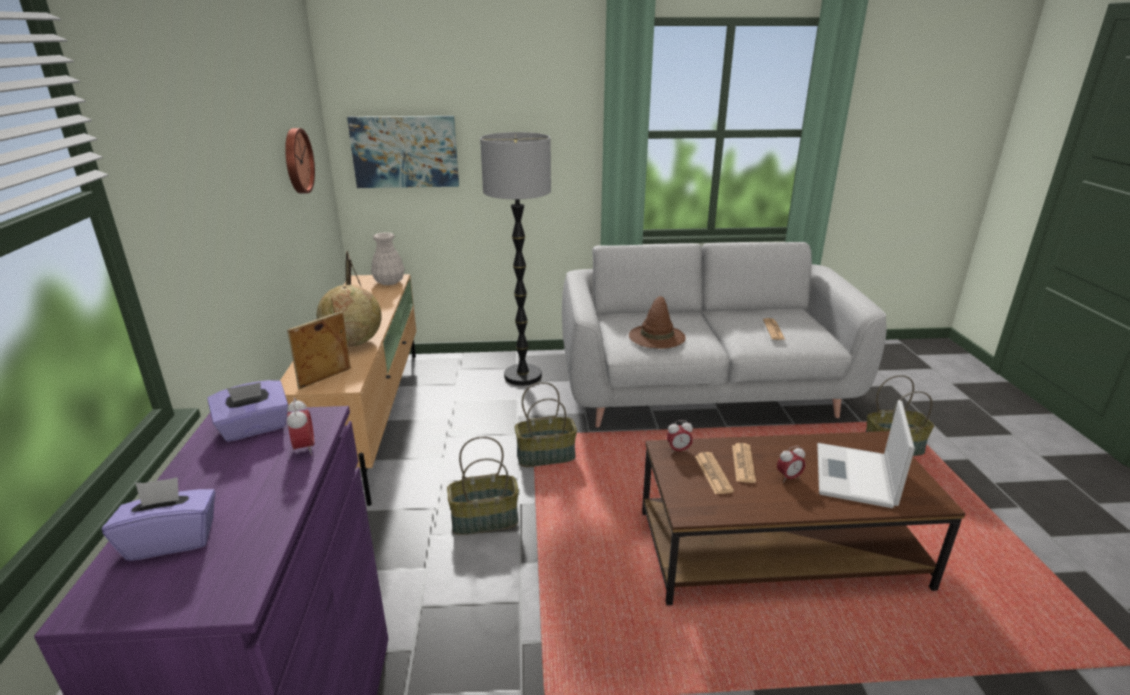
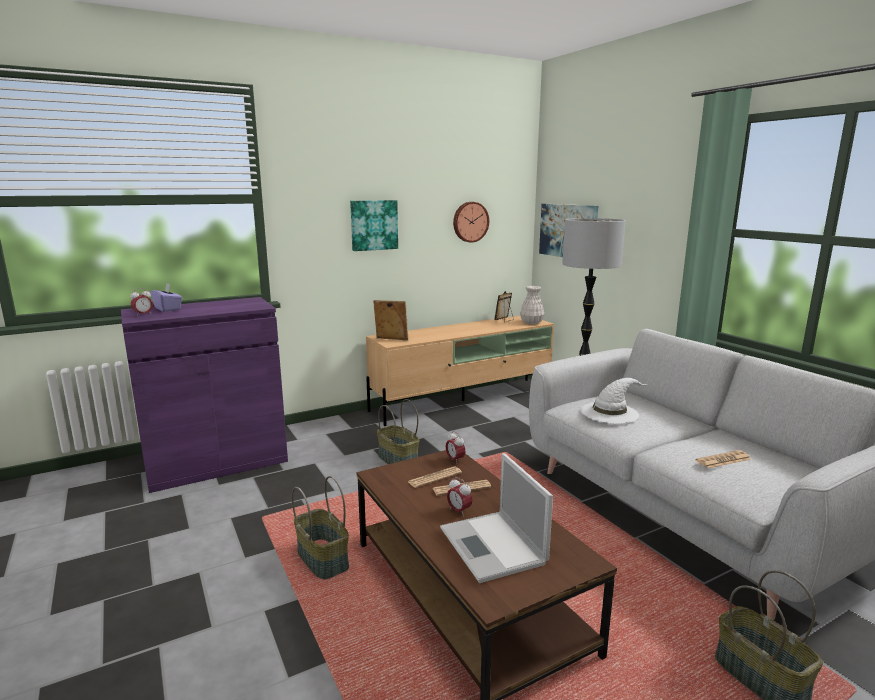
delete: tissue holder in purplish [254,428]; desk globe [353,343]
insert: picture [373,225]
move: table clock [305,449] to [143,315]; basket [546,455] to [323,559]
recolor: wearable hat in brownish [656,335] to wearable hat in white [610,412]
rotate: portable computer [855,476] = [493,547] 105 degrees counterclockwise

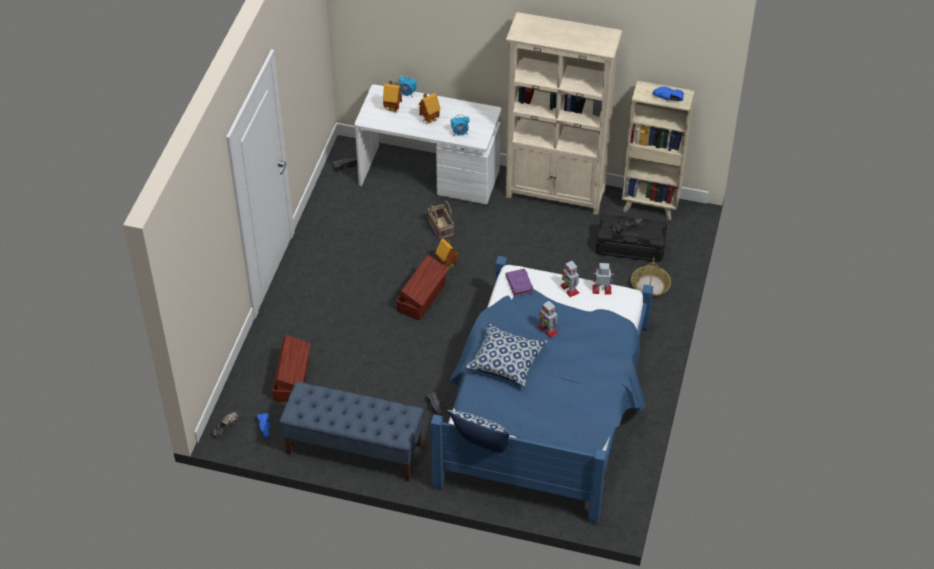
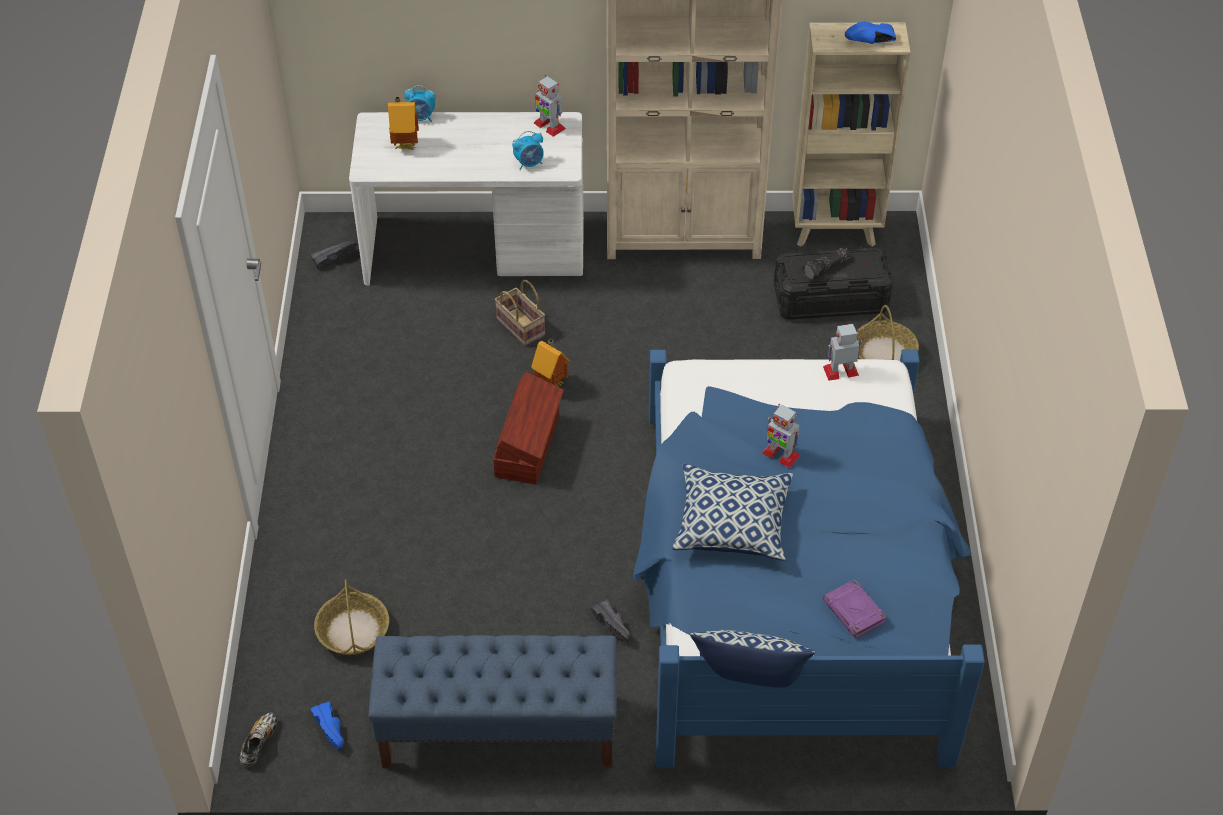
delete: toy house [428,120]
move: toy robot [569,289] to [549,126]; bound book in purplish [519,284] to [854,612]
replace: storage box in brownish [292,379] to basket [353,631]

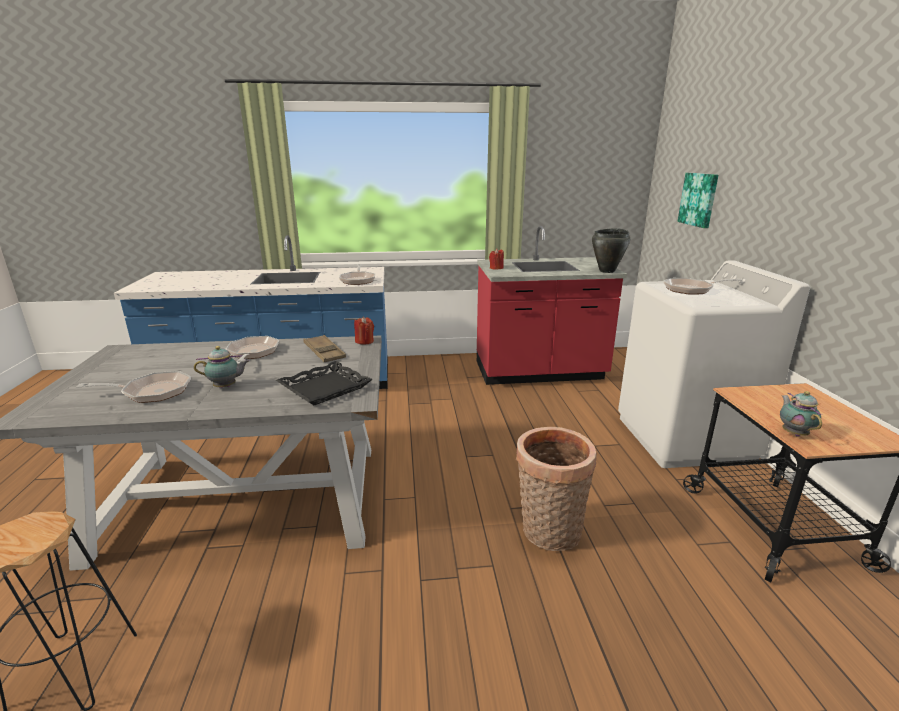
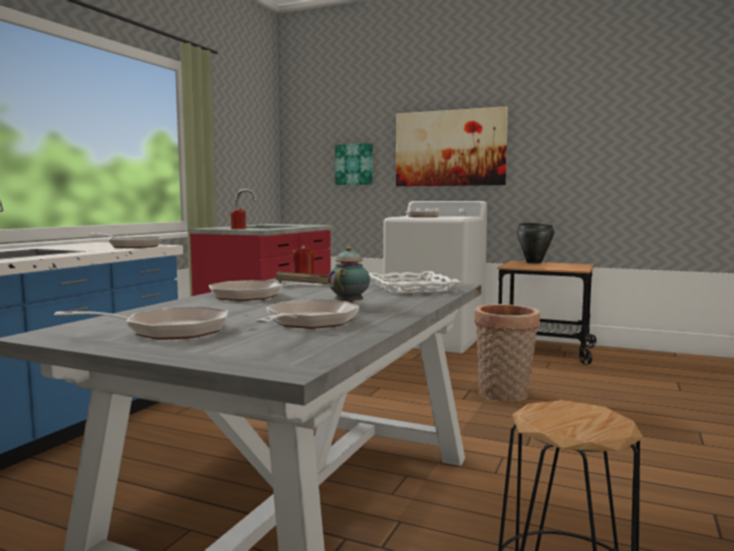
delete: tea pot [793,433]
insert: skillet [168,331]; picture [450,148]
move: stockpot in black [607,271] to [534,262]
recolor: serving tray in black [325,388] to serving tray in white [412,288]

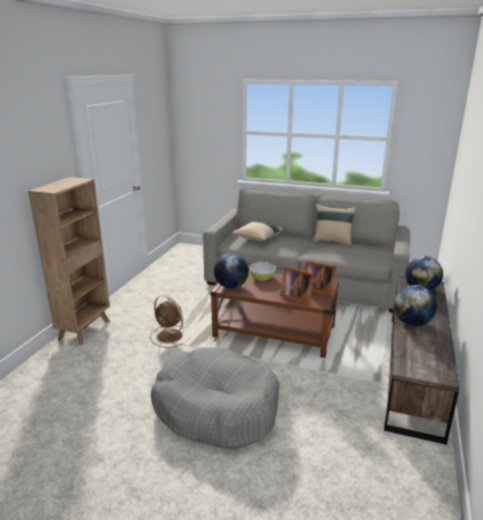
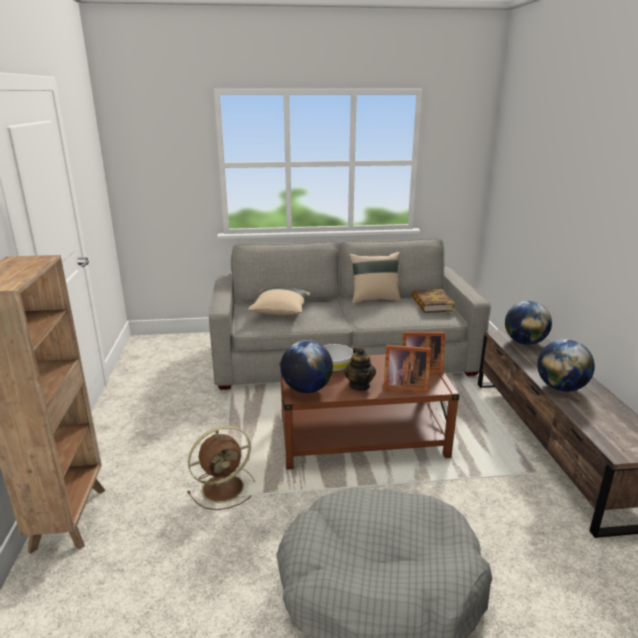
insert: tea pot [360,385]; bound book [432,304]
rotate: cooling fan in brownish [170,336] = [224,487] 45 degrees counterclockwise

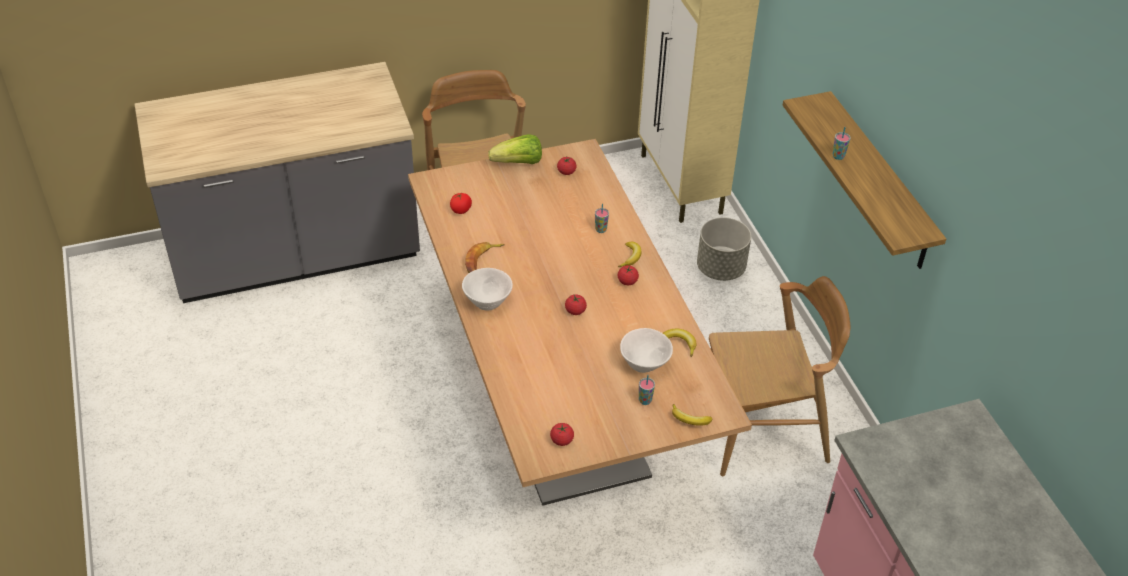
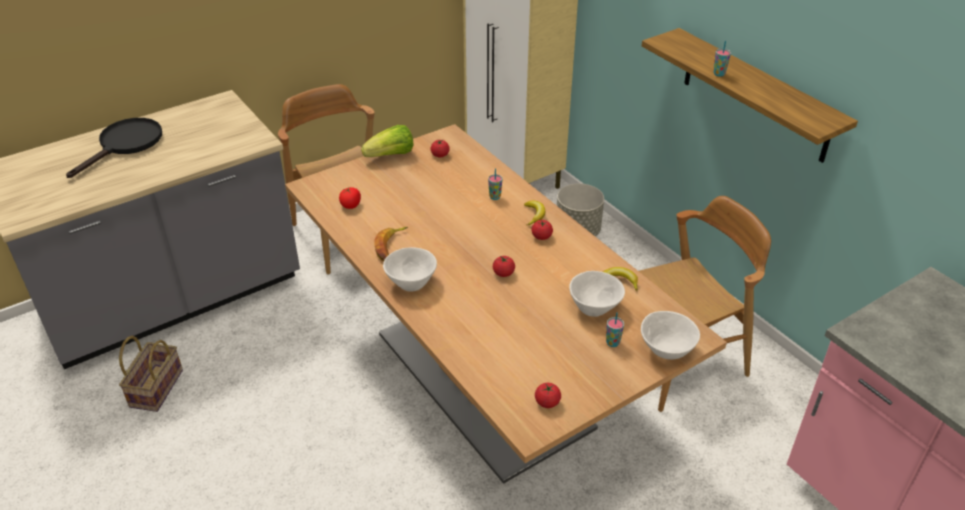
insert: skillet in black [125,145]; basket [156,387]
replace: banana [689,419] to bowl in white [665,351]

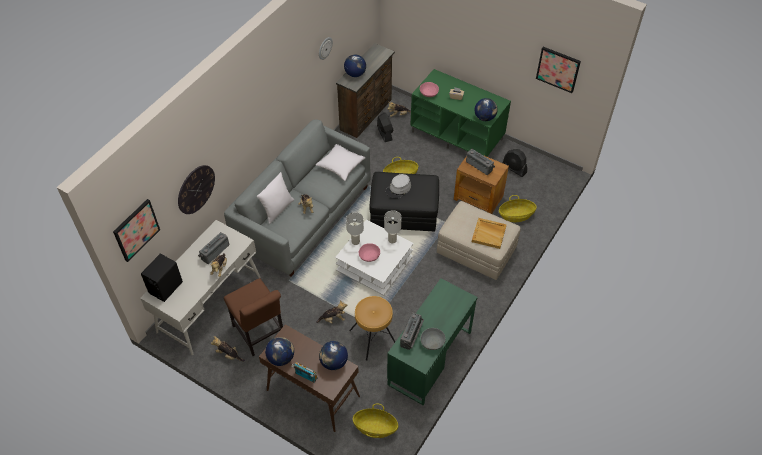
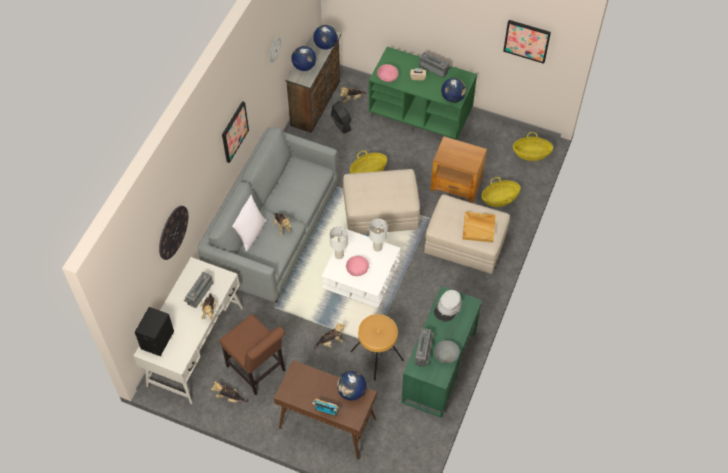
delete: cushion in white [341,165]; cooling fan in black [514,168]
move: picture [136,230] to [234,131]; desk globe [281,358] to [326,45]; radio receiver [480,165] to [434,68]; wearable hat in grey [398,189] to [448,307]; basket [375,427] to [531,154]
recolor: footrest in black [404,212] to footrest in beige [381,212]

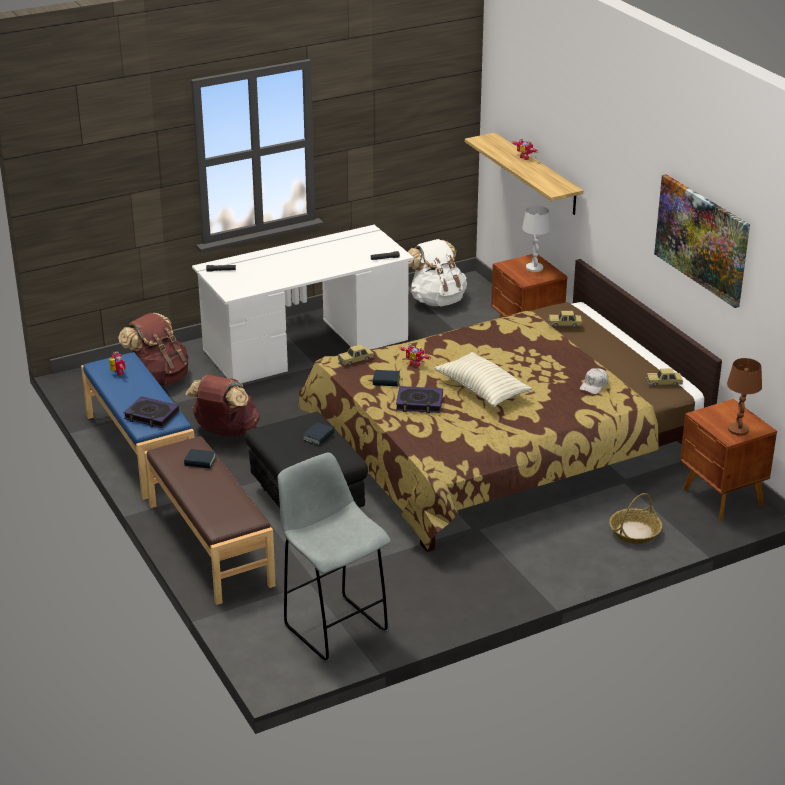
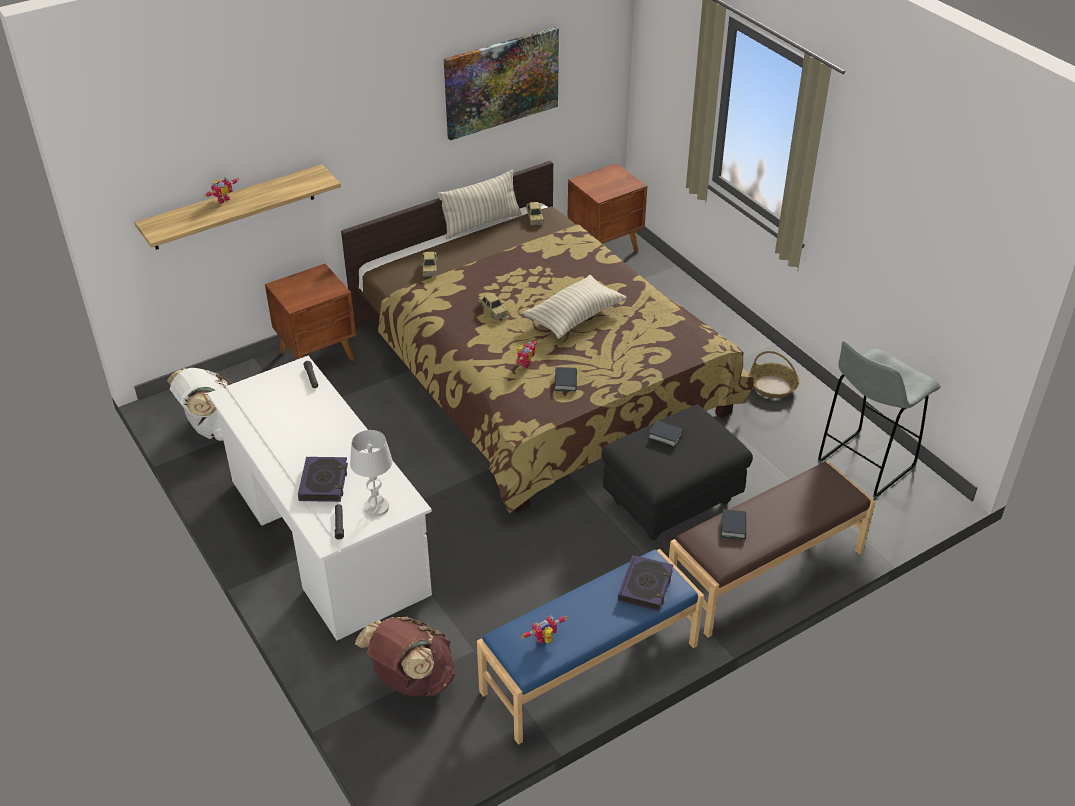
delete: knapsack in brownish [225,432]; peaked cap in white [594,385]; table lamp in brownish [738,429]
insert: cushion [481,224]
move: bound book [419,403] to [324,482]; table lamp in white [534,268] to [376,507]; toy car [356,360] to [493,310]; basket [634,532] to [773,386]

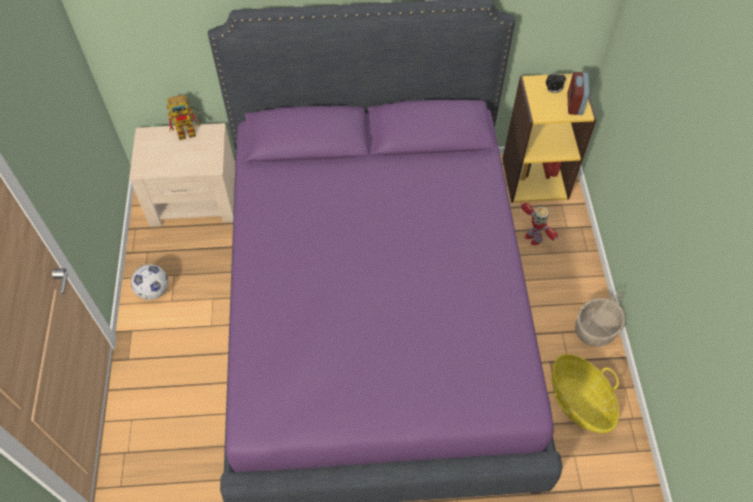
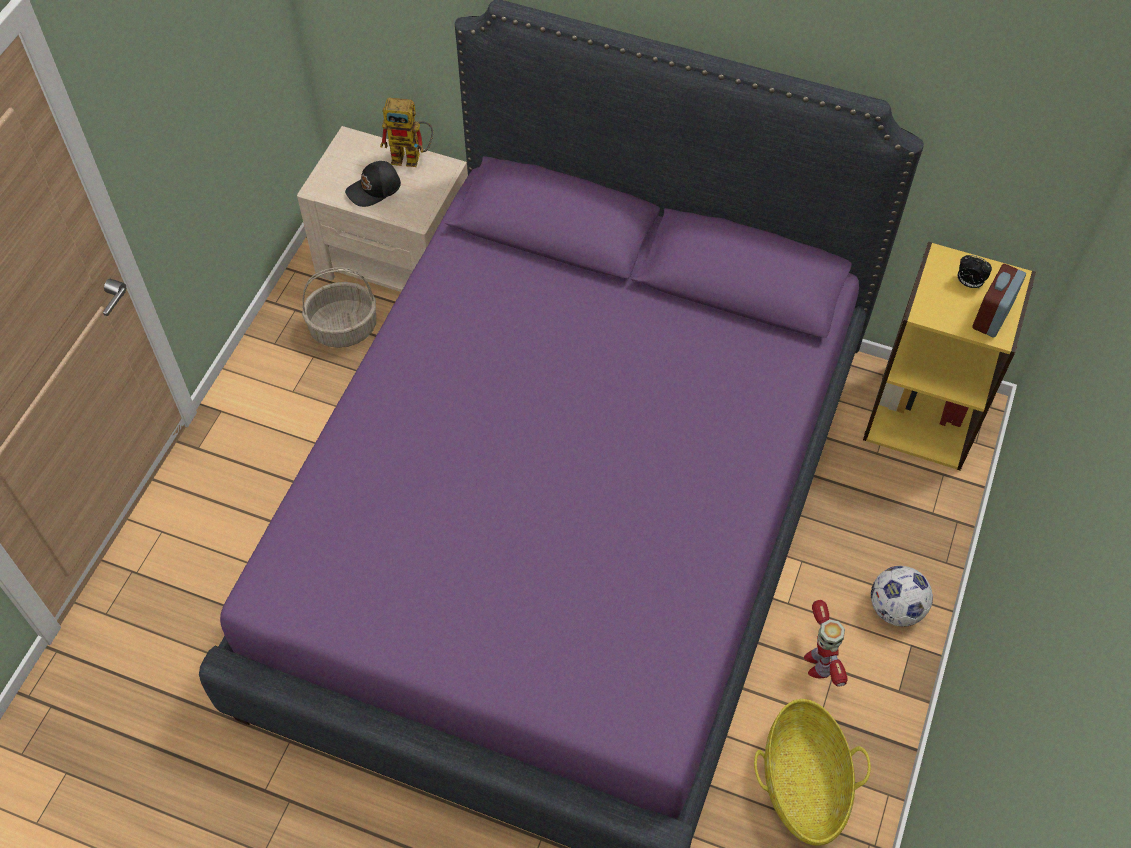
insert: peaked cap in black [374,190]
move: basket [595,329] to [344,328]; toy robot [533,237] to [818,663]; football [153,290] to [895,608]

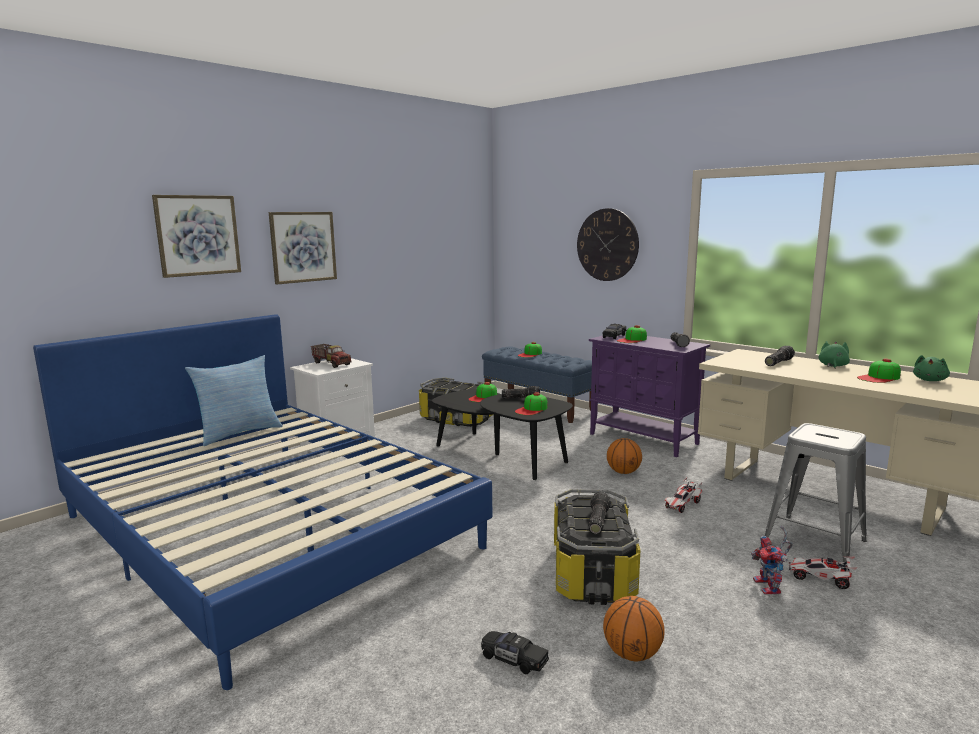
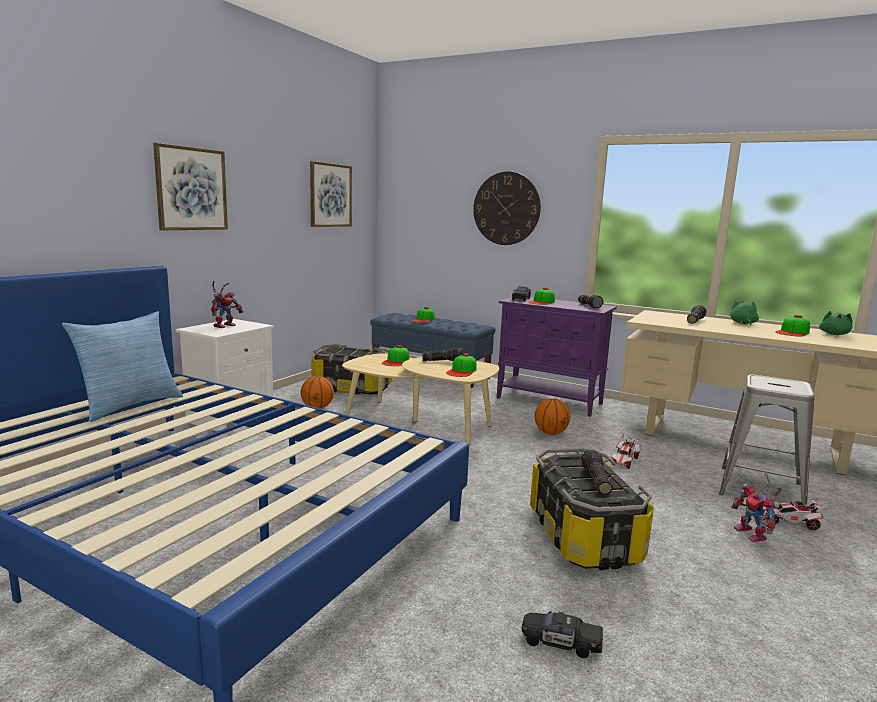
move: ball for basketball [632,654] to [317,408]; picture [198,235] to [330,195]
replace: toy truck [331,363] to toy robot [225,325]
recolor: coffee table in black [500,454] to coffee table in beige [418,421]

